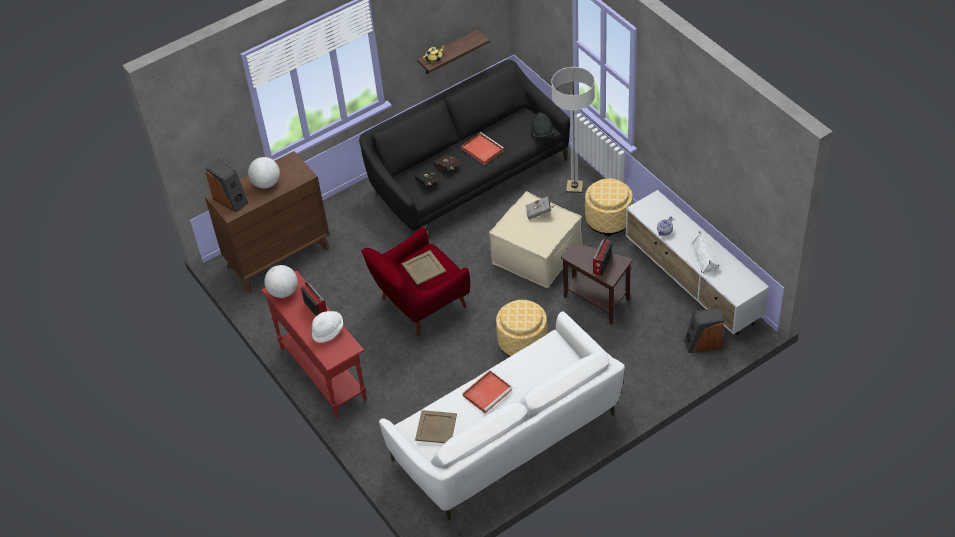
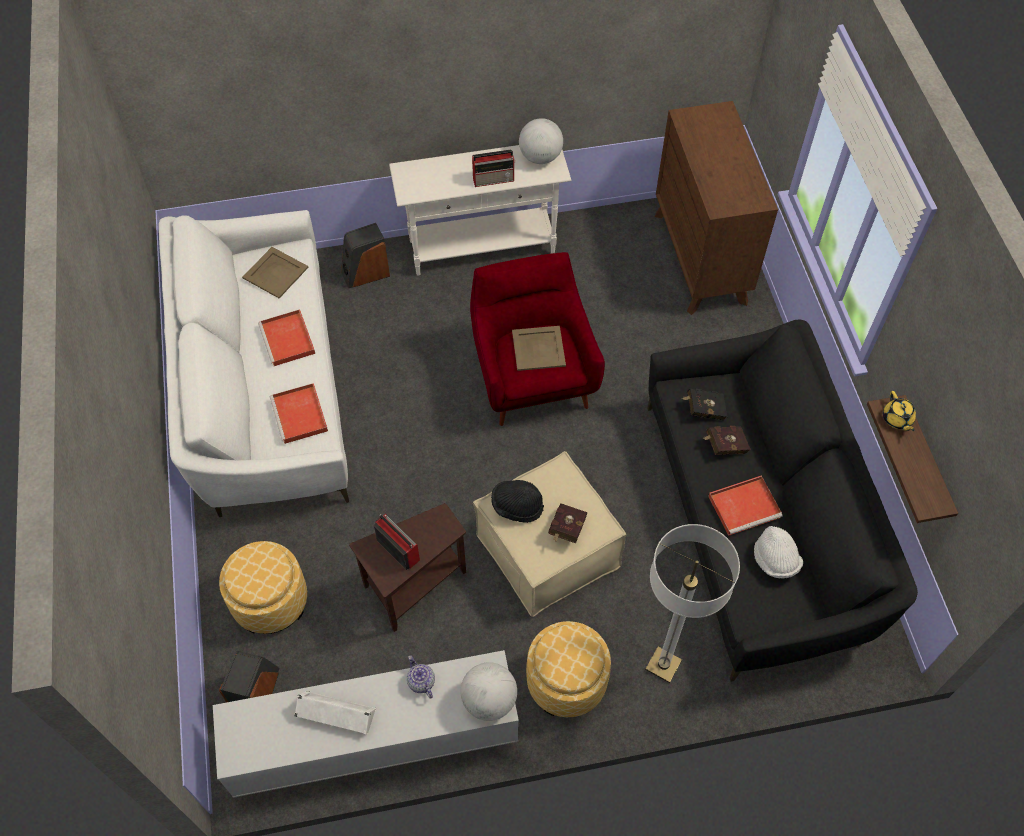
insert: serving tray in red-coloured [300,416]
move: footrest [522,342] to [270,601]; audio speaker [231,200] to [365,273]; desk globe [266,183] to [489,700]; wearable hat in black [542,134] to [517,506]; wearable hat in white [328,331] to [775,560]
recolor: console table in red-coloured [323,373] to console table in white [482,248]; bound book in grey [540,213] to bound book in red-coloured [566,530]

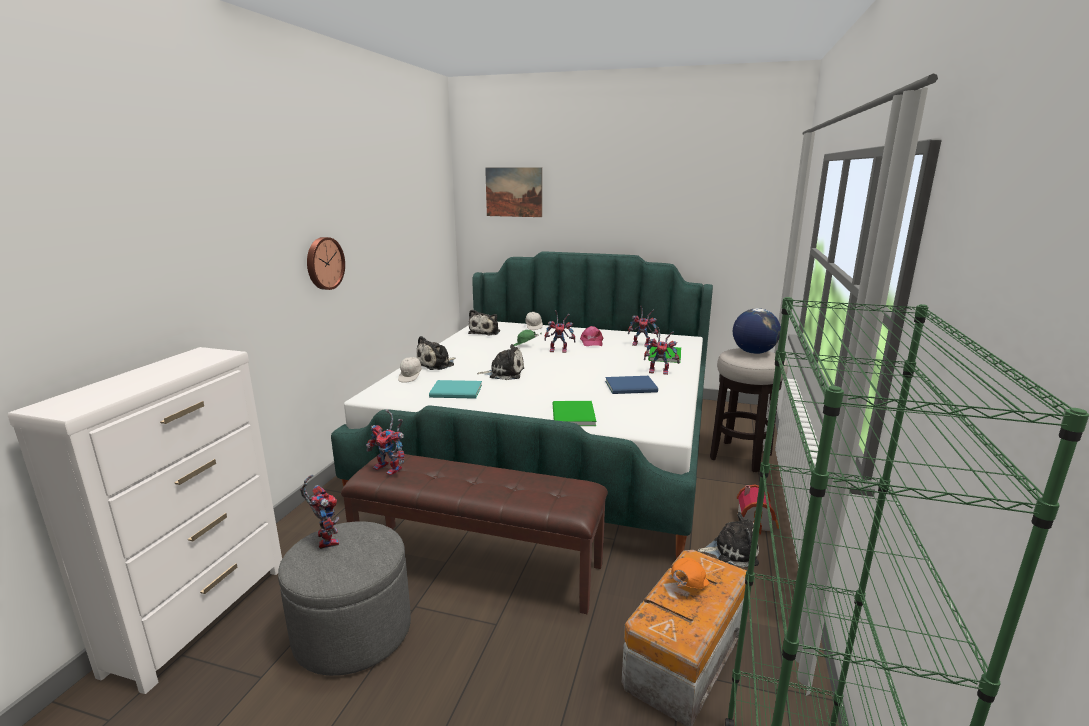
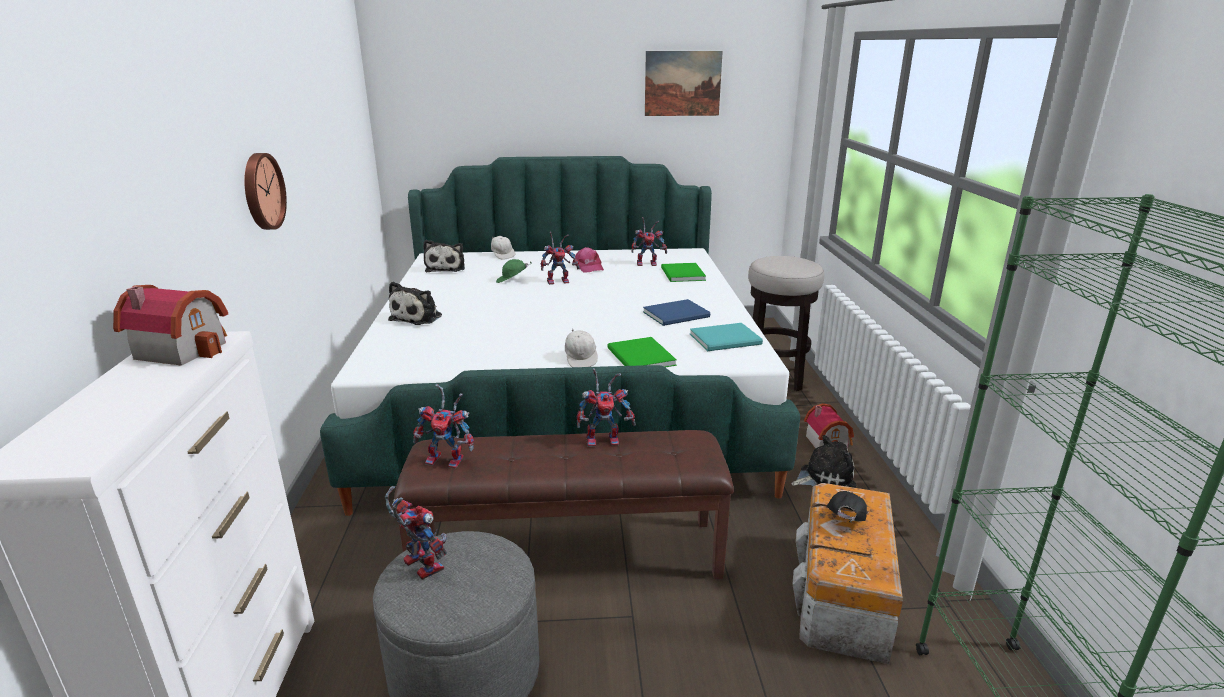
delete: soft toy [504,373]; desk globe [753,352]
insert: toy house [183,348]
move: peaked cap in white [411,377] to [581,359]; toy robot [660,371] to [605,439]; picture [514,192] to [682,83]; bound book in turquoise-coloured [457,391] to [727,339]
recolor: peaked cap in orange [687,586] to peaked cap in black [844,522]

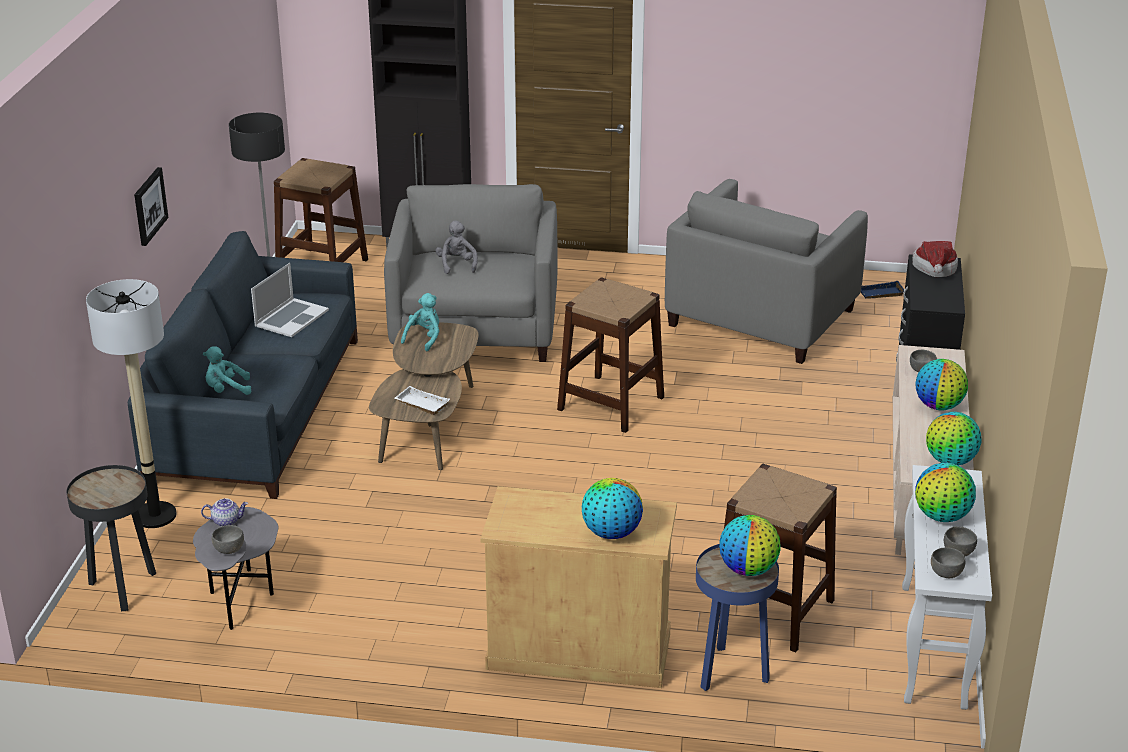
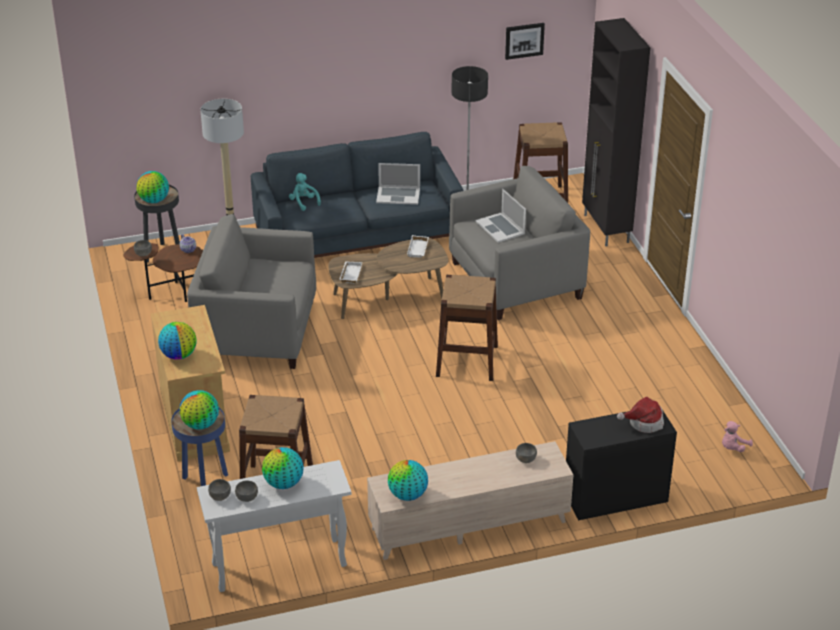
move: desk globe [939,406] to [154,200]; armchair in grey [761,317] to [257,331]; picture [149,206] to [524,40]
replace: soft toy in turquoise-coloured [424,338] to serving tray in white [418,249]; soft toy in grey [456,265] to portable computer [500,227]; serving tray in blue-coloured [880,294] to soft toy in pink-coloured [733,448]
recolor: side table in grey [240,602] to side table in brownish [173,294]

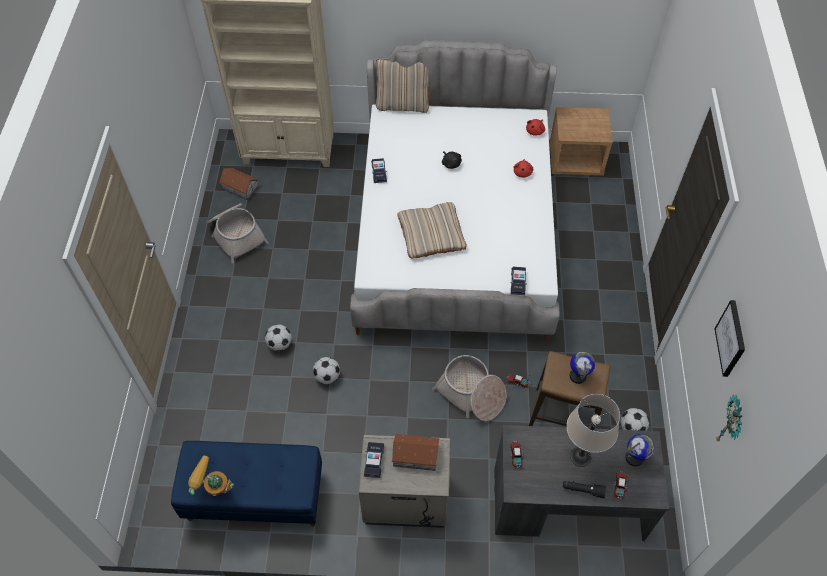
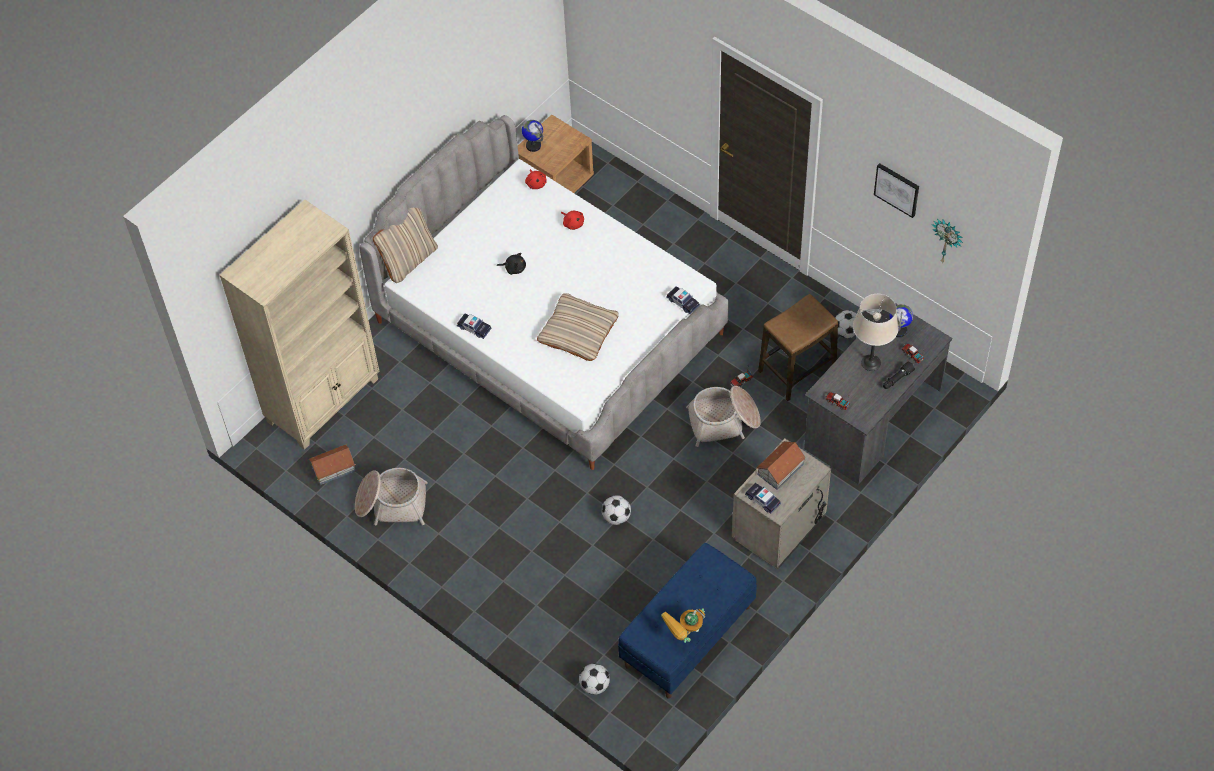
move: desk globe [578,376] to [533,145]; football [280,344] to [594,685]

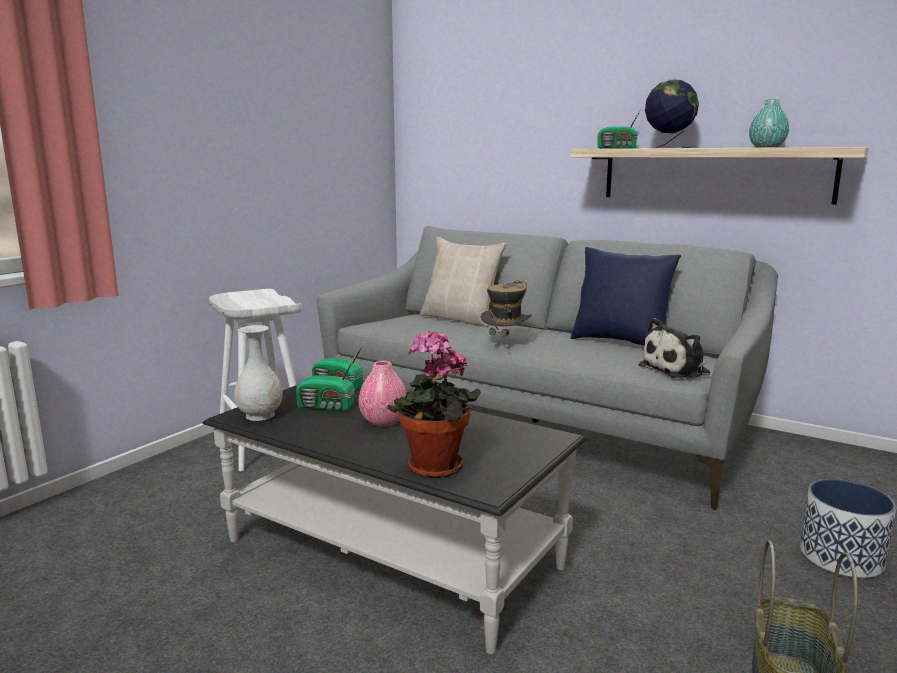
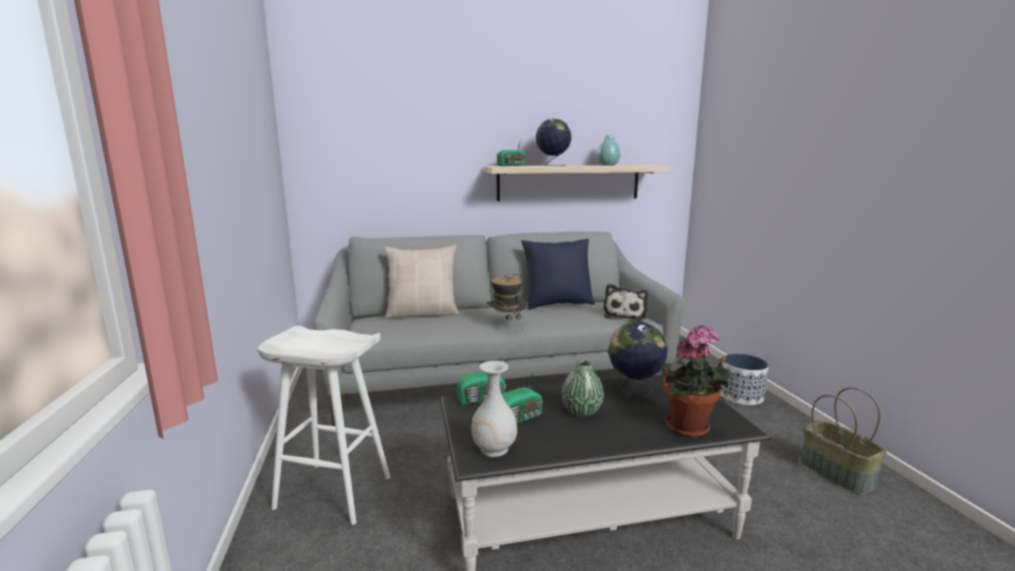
insert: desk globe [634,391]
recolor: flower vase in pink-coloured [384,421] to flower vase in green-coloured [581,411]

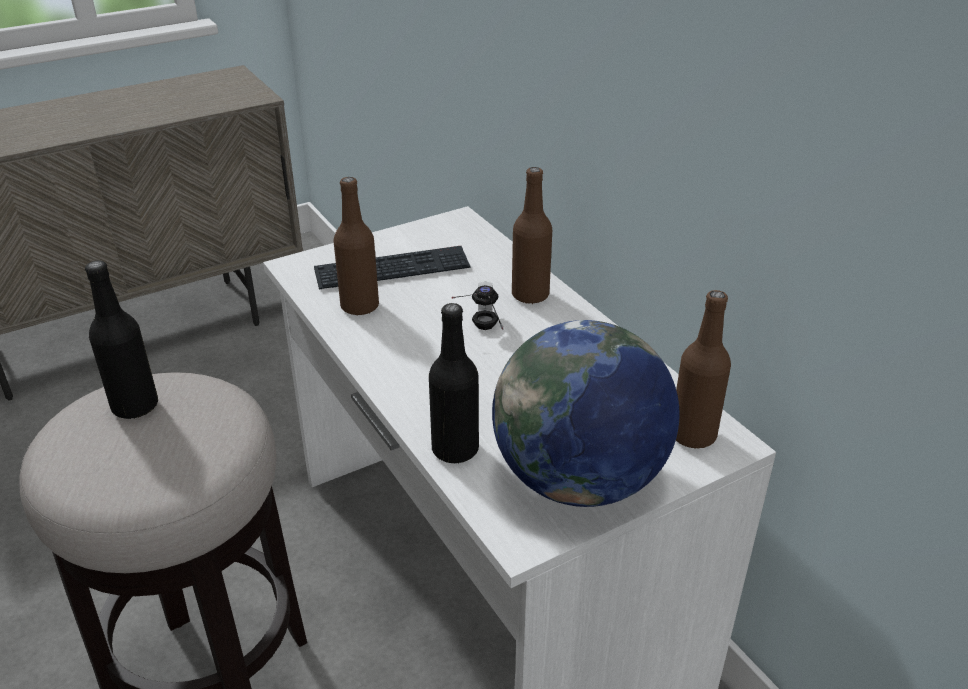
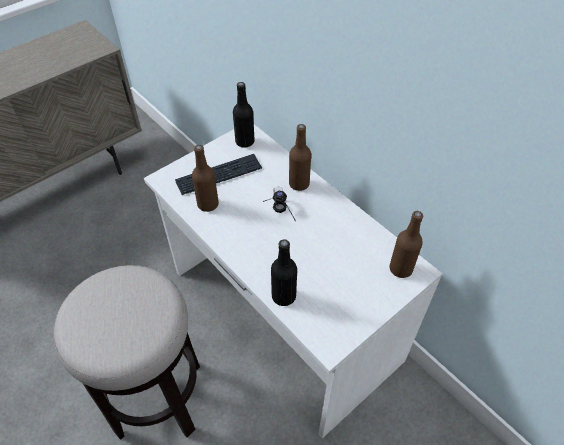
delete: desk globe [579,480]
move: beverage bottle in black [135,406] to [245,142]

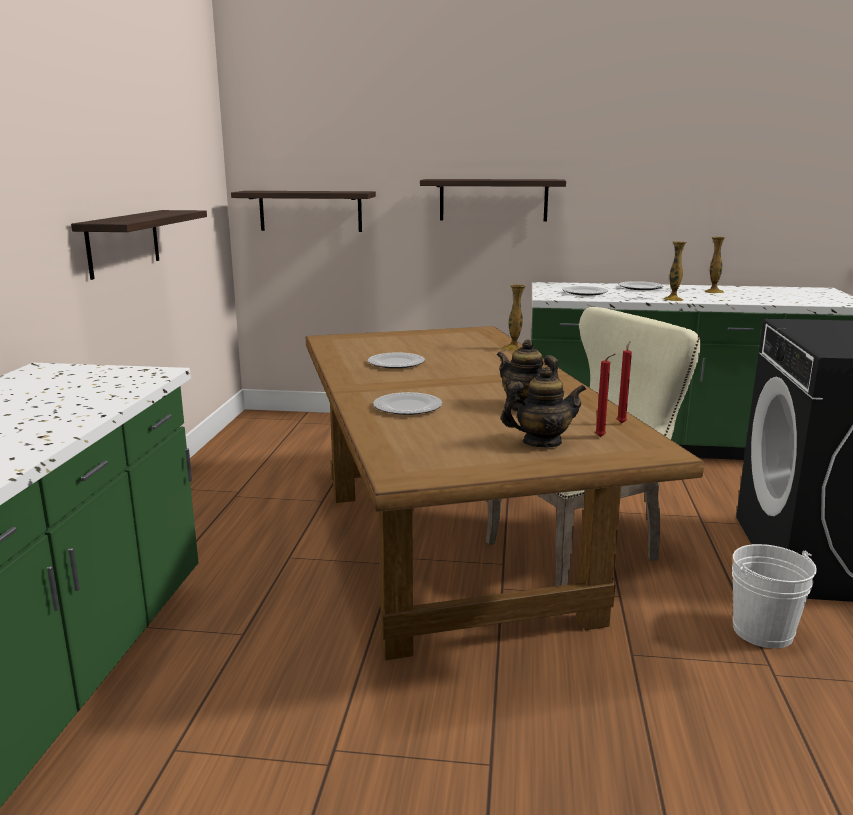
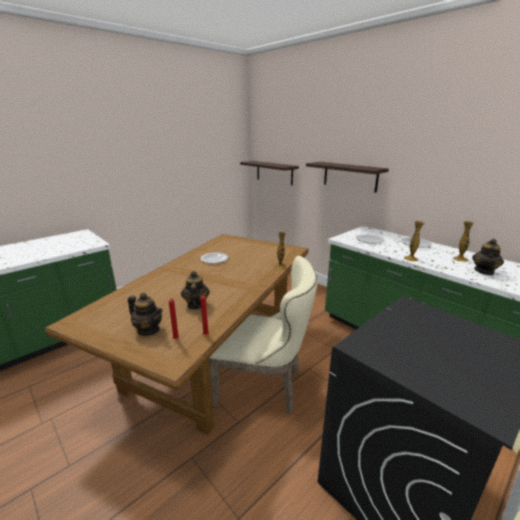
delete: shelf [123,242]; plate [406,407]; bucket in white [762,631]
insert: tea pot [484,271]

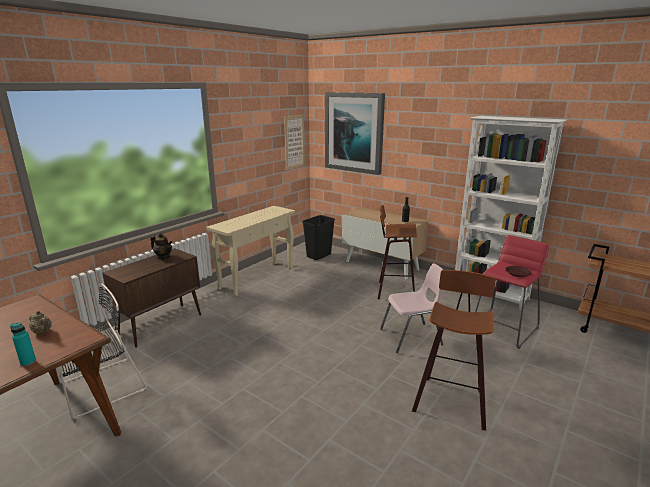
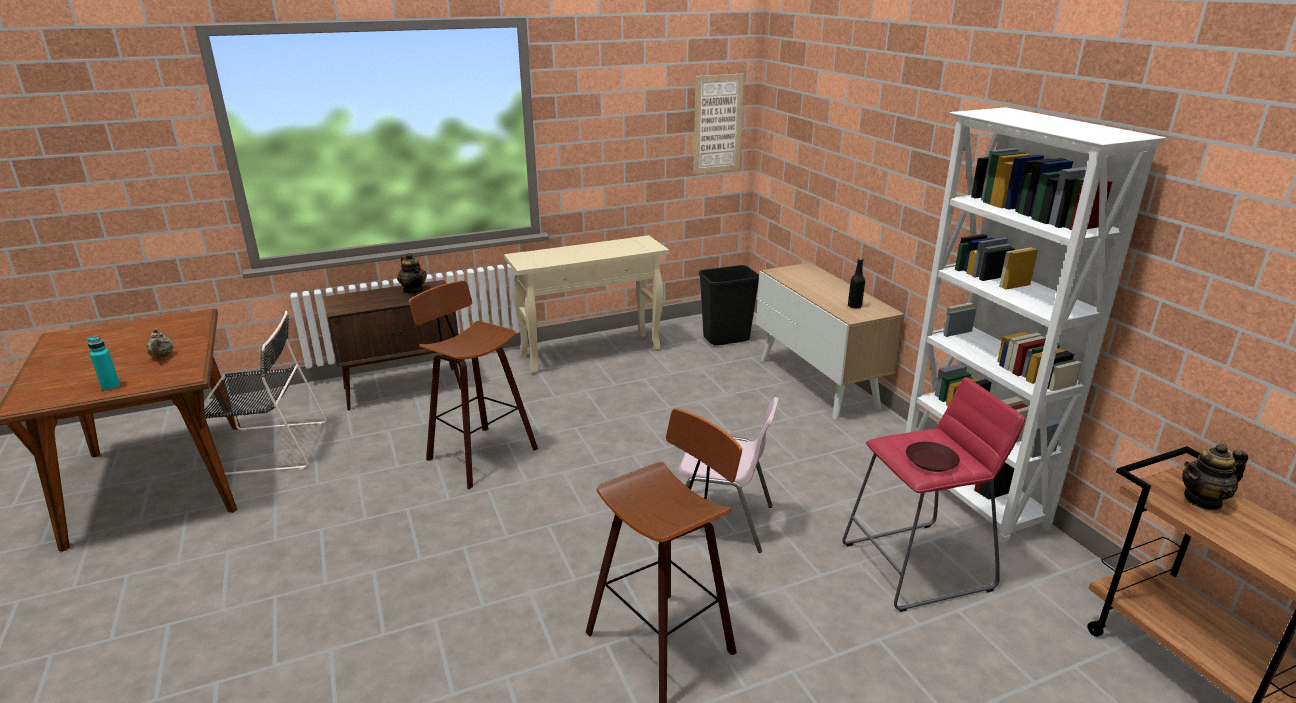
delete: picture [354,132]
insert: tea pot [1203,500]
move: stool seat [394,291] to [478,454]

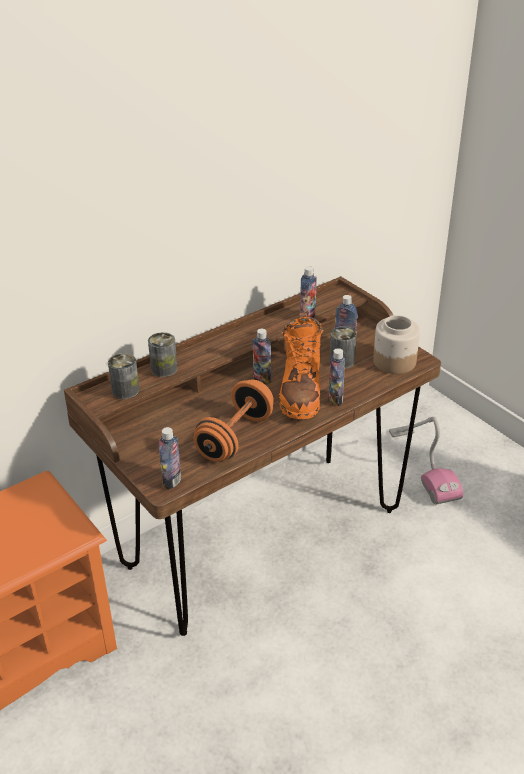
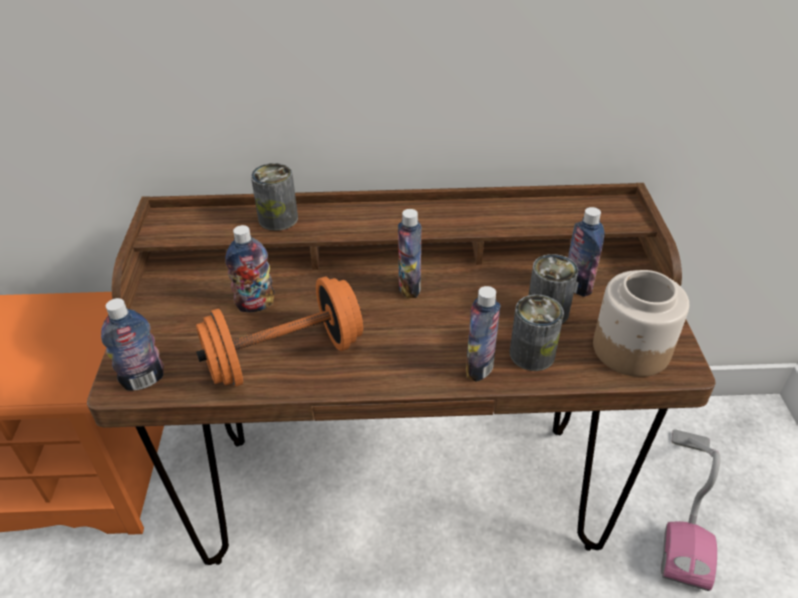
delete: tall boot in orange [301,391]
move: beverage bottle [307,316] to [255,304]; can [125,390] to [532,354]

